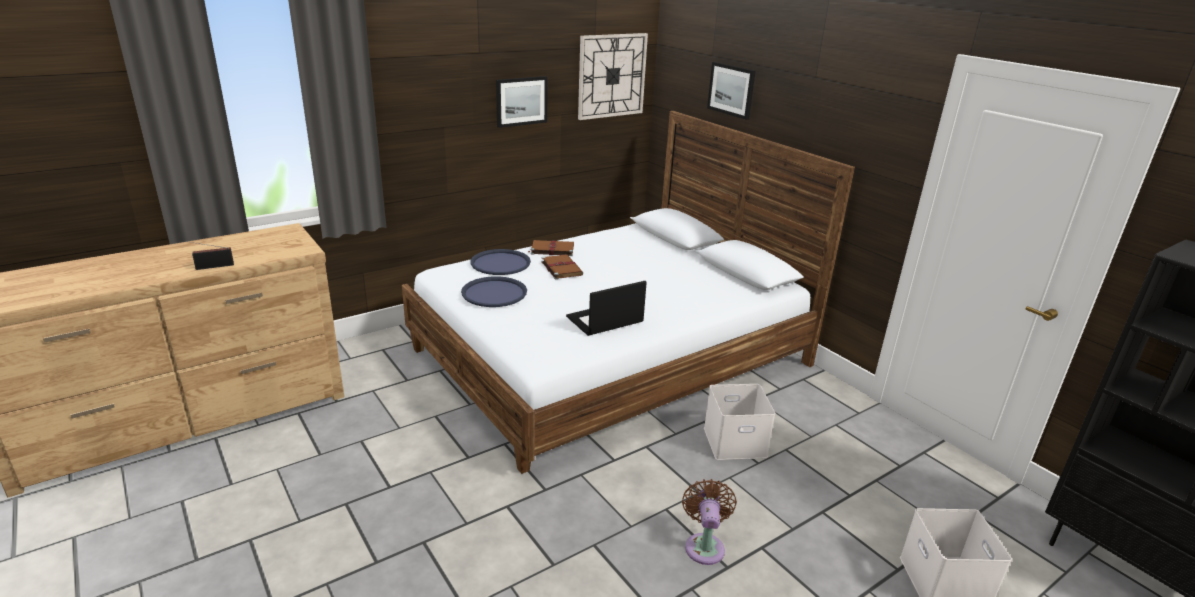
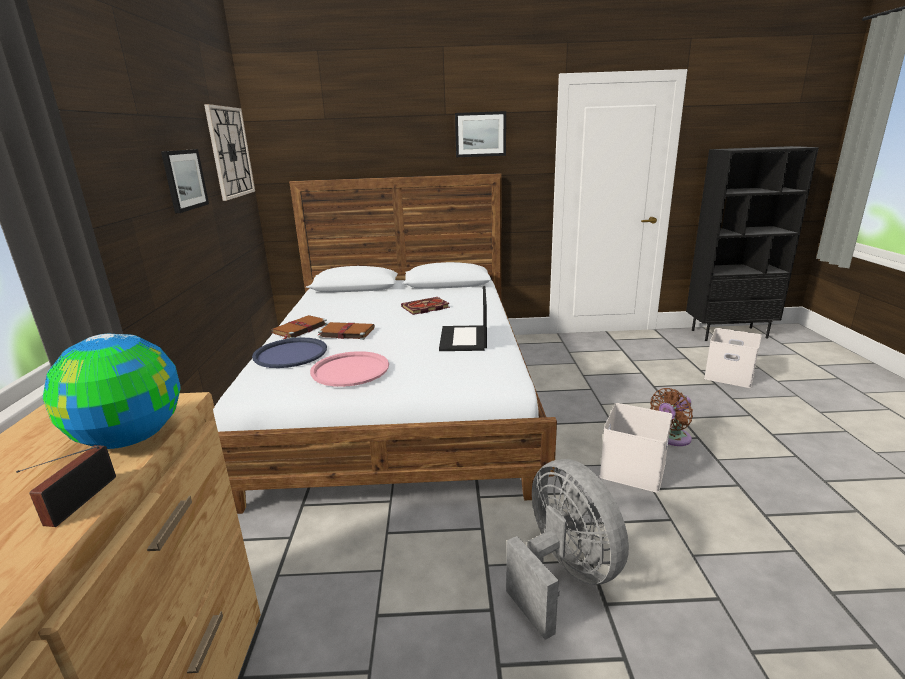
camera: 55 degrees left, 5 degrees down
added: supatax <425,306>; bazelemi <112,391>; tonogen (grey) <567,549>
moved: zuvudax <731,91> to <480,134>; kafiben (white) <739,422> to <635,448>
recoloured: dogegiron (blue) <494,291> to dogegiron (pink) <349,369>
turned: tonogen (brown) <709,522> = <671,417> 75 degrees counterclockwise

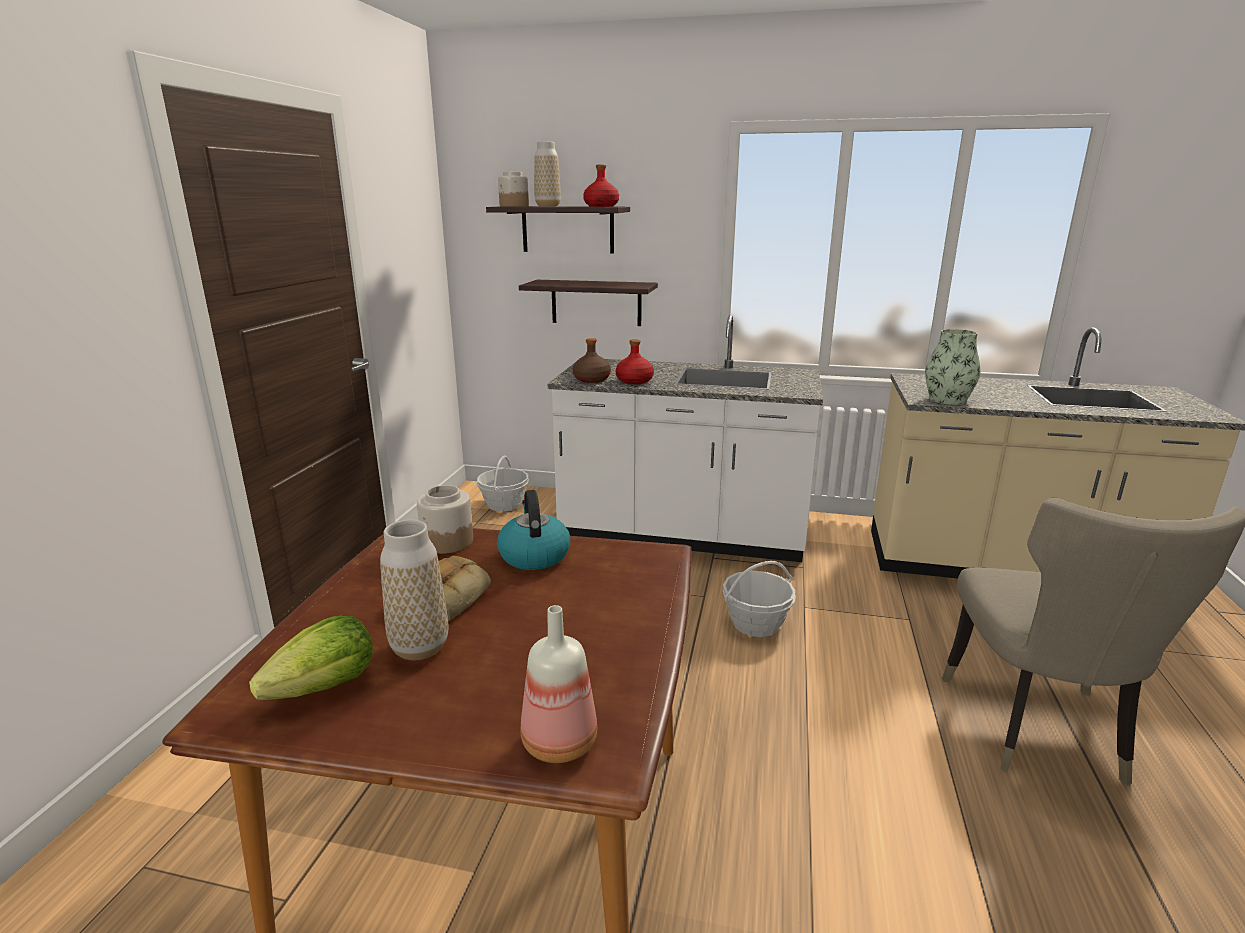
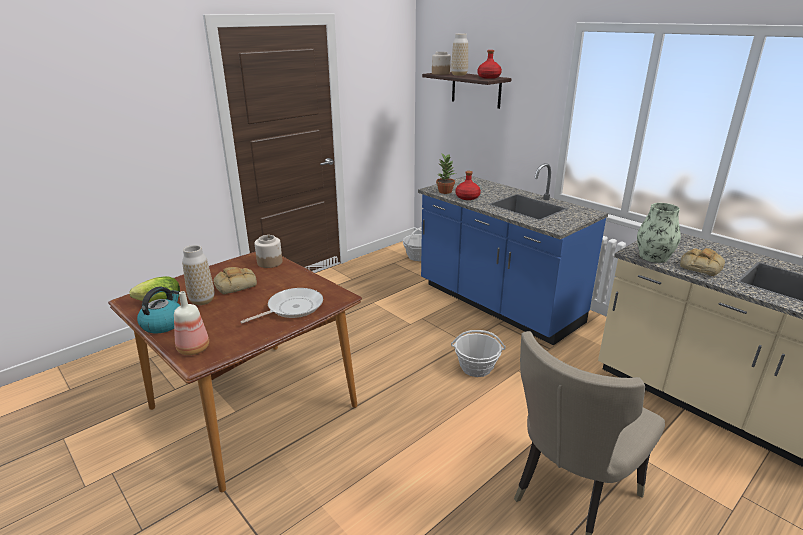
camera: 35 degrees right, 5 degrees up
removed: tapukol <588,303>
added: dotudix <702,262>; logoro <281,305>
moved: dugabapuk <533,530> to <159,310>
replaced: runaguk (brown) <592,360> to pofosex <445,173>
recoloured: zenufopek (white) <685,438> to zenufopek (blue) <513,254>

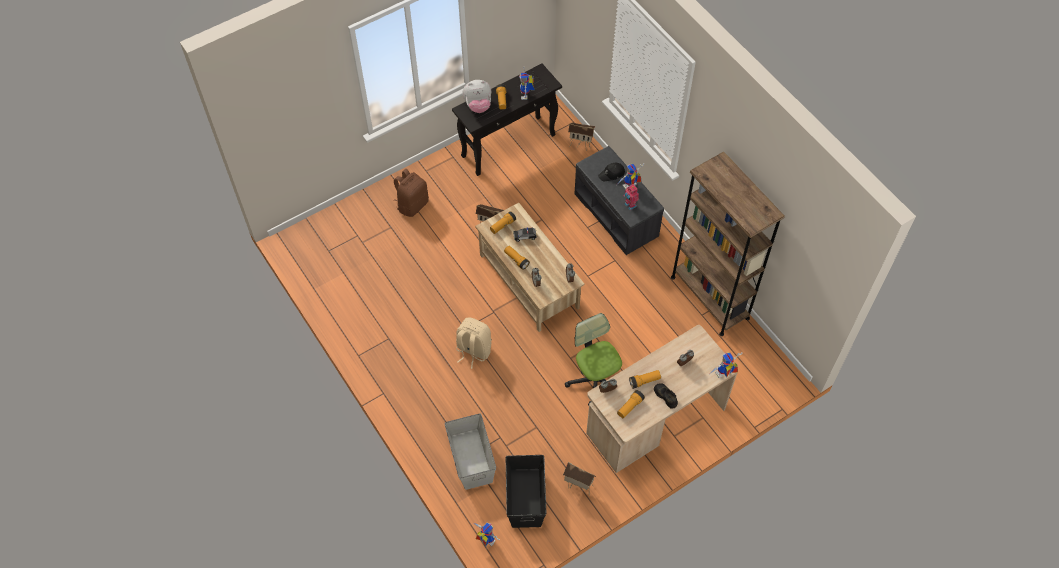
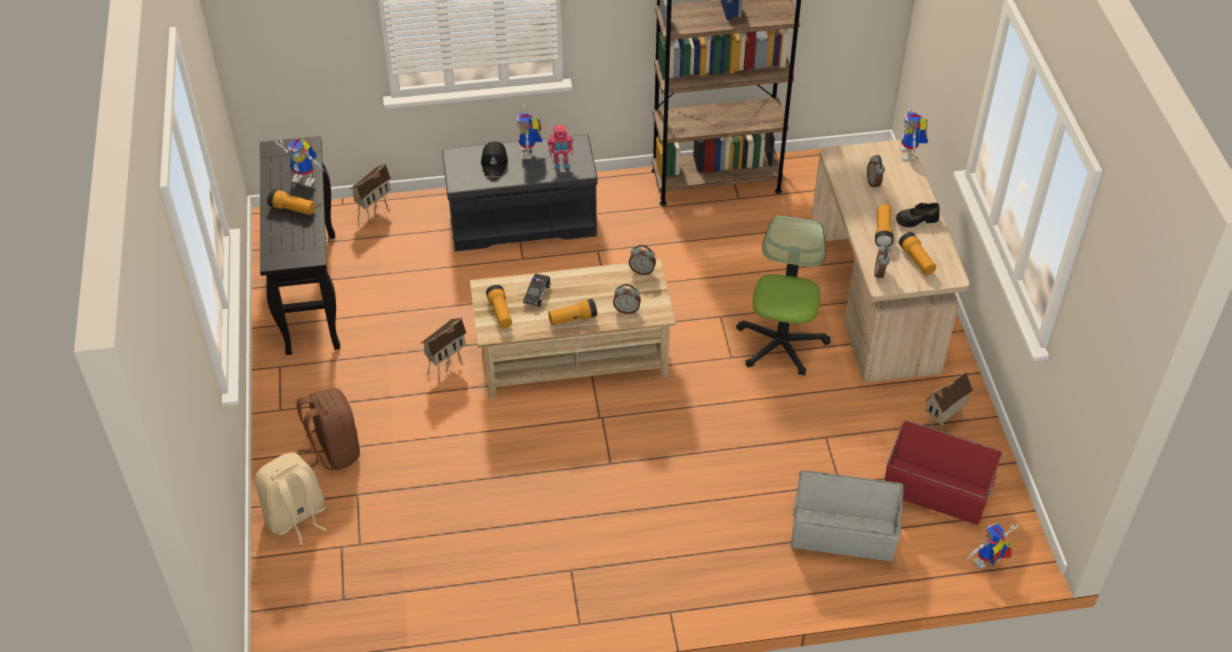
camera: 65 degrees left, 10 degrees down
removed: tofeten <477,96>
moved: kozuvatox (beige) <474,343> to <291,498>
recoloured: kafiben (black) <526,491> to kafiben (red) <943,472>
turned: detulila <593,359> = <783,295> 105 degrees clockwise

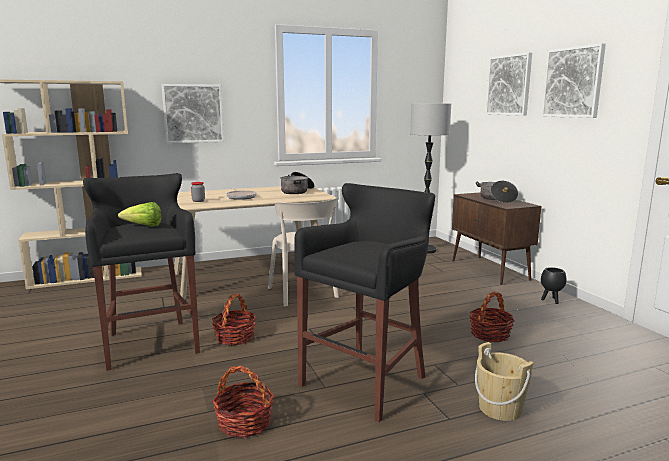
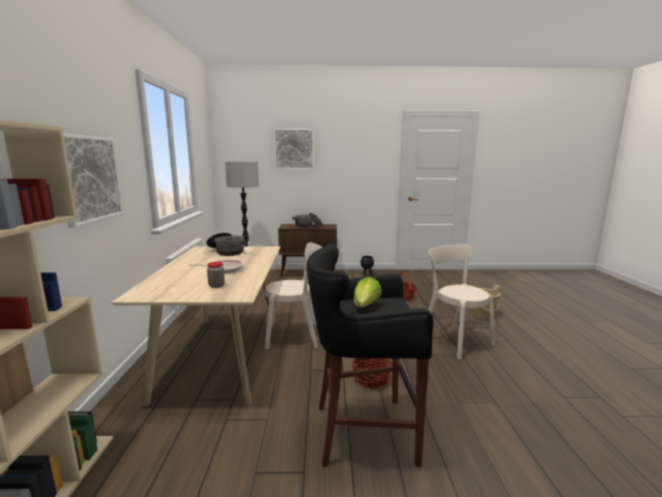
camera: 70 degrees left, 0 degrees up
removed: zuvudax <573,80>; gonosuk <243,401>
replaced: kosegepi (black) <364,302> to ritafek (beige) <461,302>

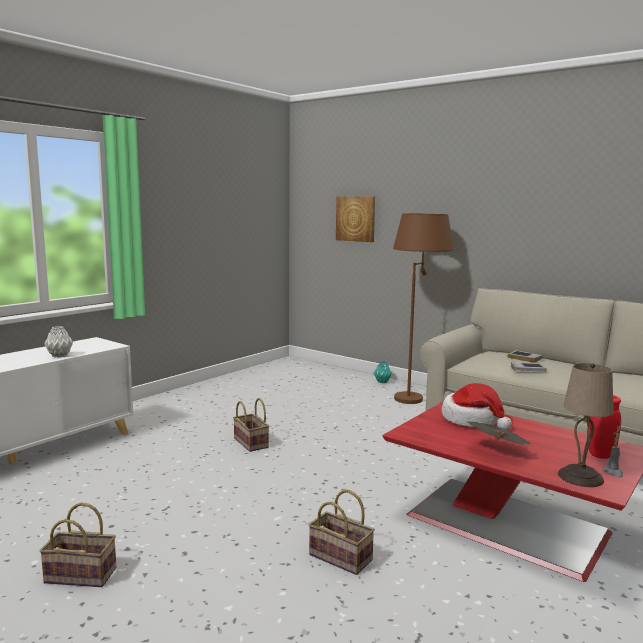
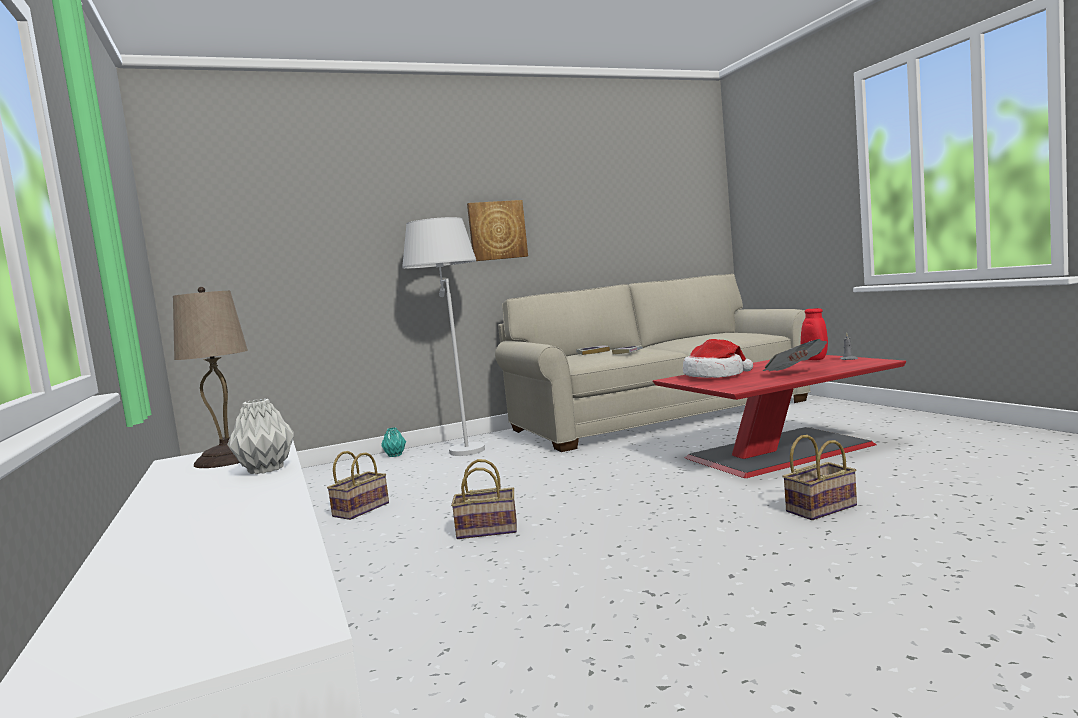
camera: 60 degrees left, 5 degrees down
moved: zuvudax <355,219> to <497,230>; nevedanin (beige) <586,425> to <210,377>; gonosuk <78,544> to <358,485>
recoloured: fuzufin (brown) <423,308> to fuzufin (white) <443,336>

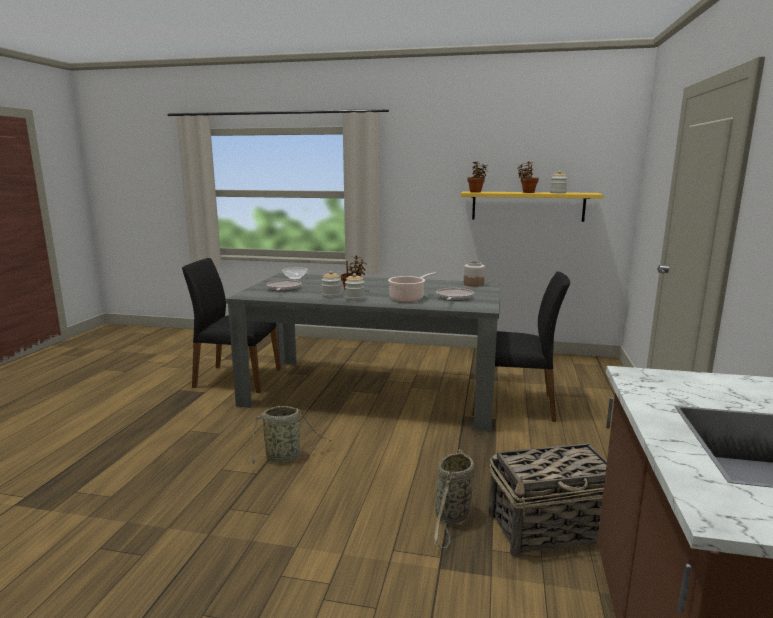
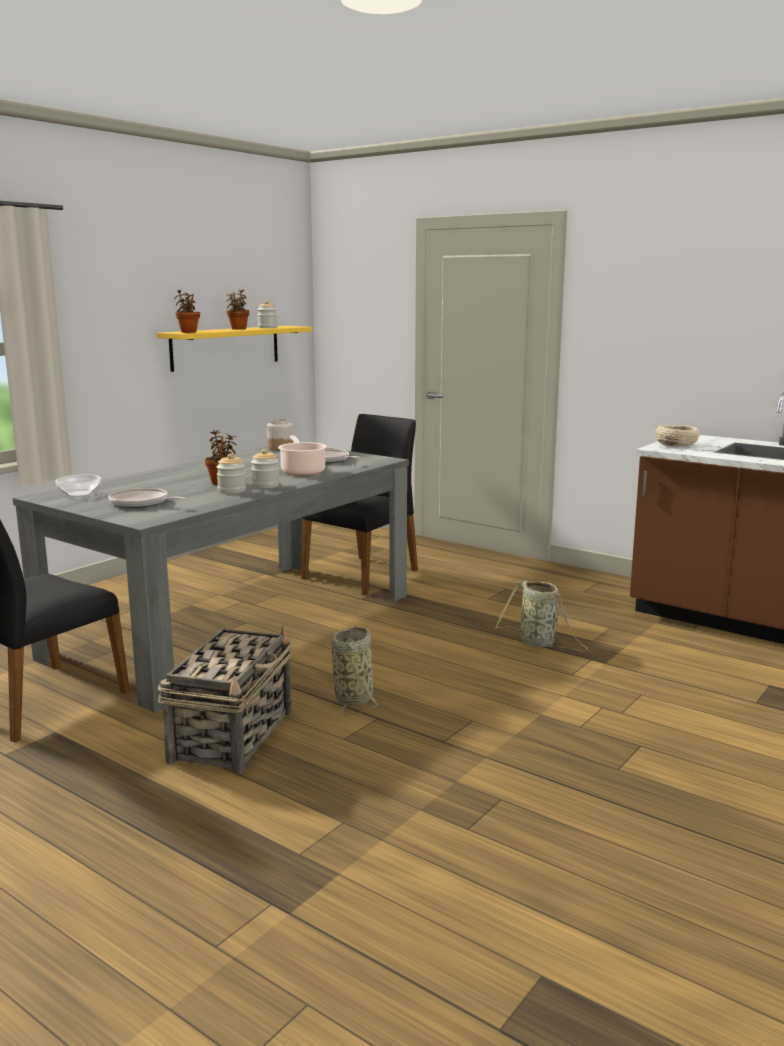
camera: 65 degrees left, 0 degrees up
added: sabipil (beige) <677,435>
moved: gonosuk <548,500> to <225,700>

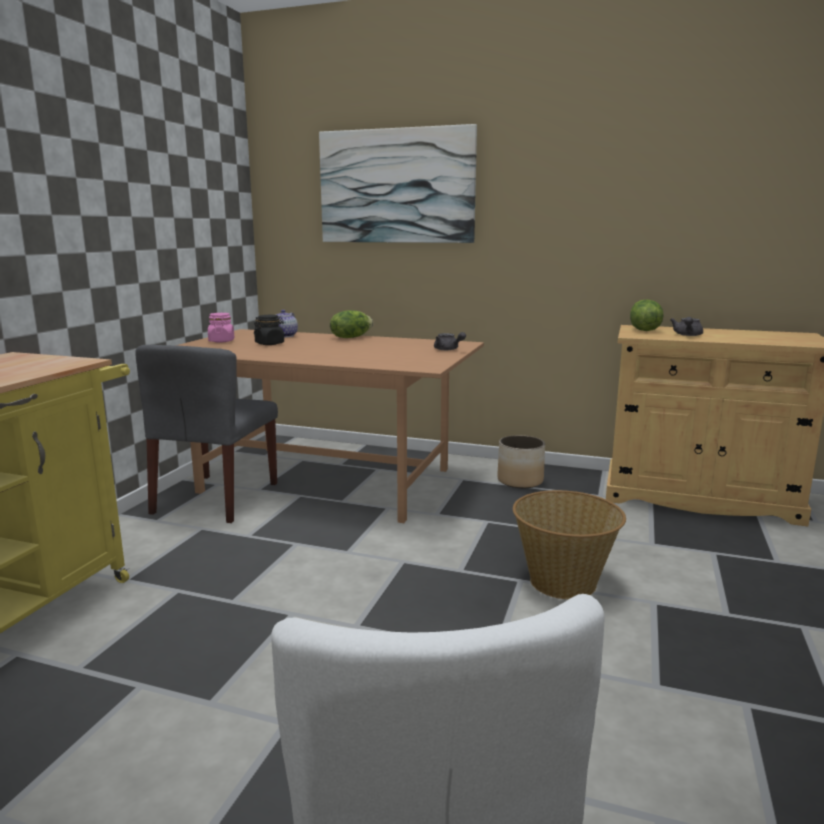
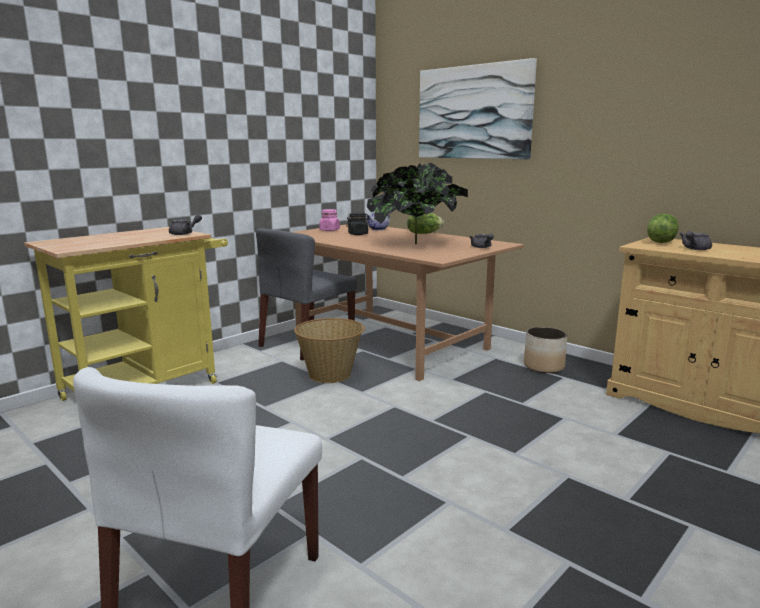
camera: 25 degrees right, 0 degrees up
added: pofosex <417,203>; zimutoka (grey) <185,224>
moved: gonosuk <569,544> to <329,350>

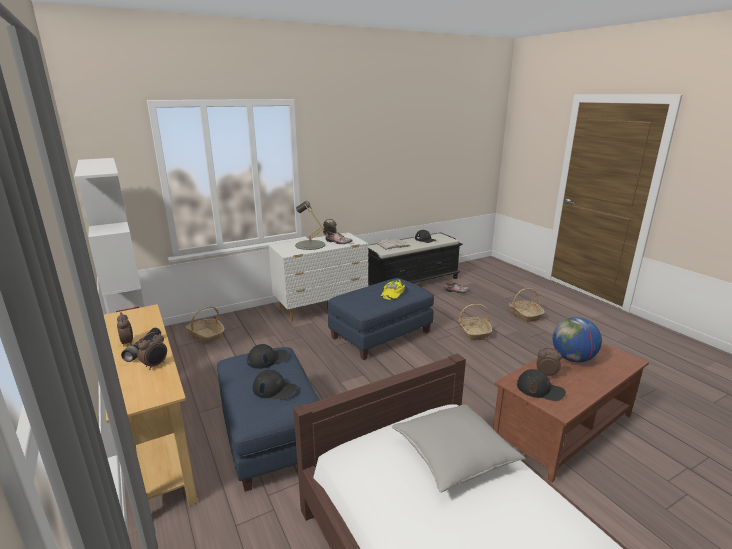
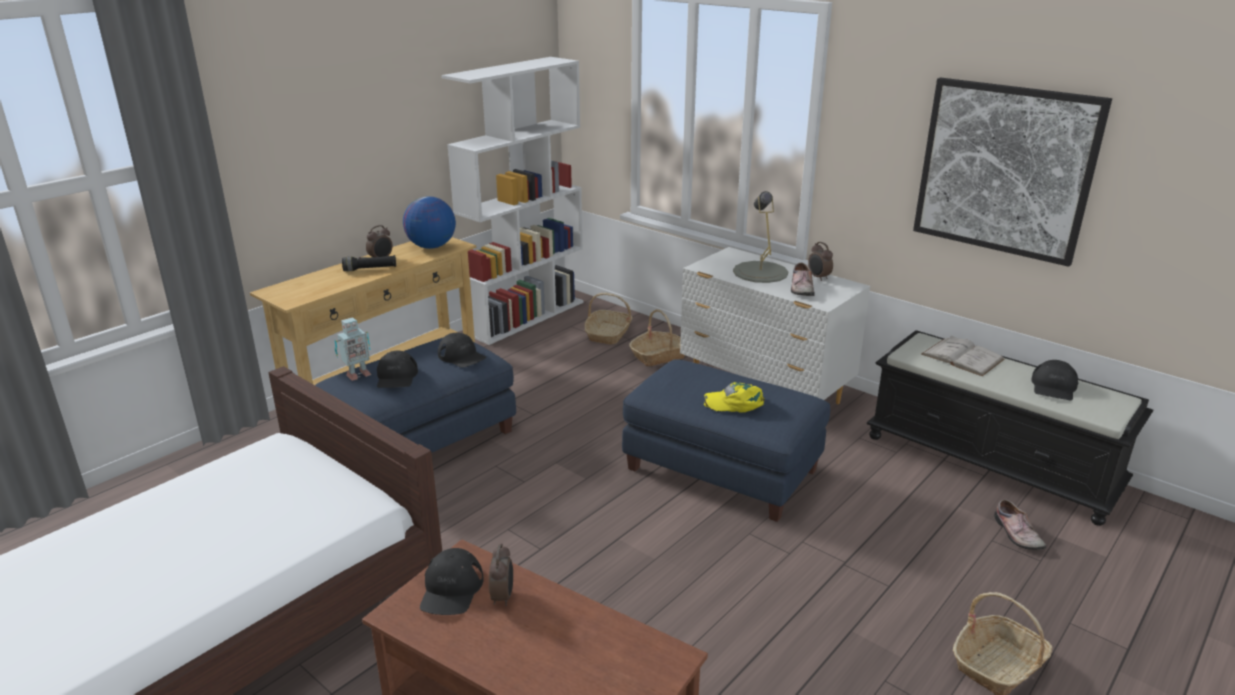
camera: 70 degrees right, 5 degrees up
removed: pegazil <152,351>; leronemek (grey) <459,449>
added: zuvudax <1012,172>; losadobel <353,349>
moved: gonosuk <475,322> to <657,337>; bazelemi <577,339> to <429,222>

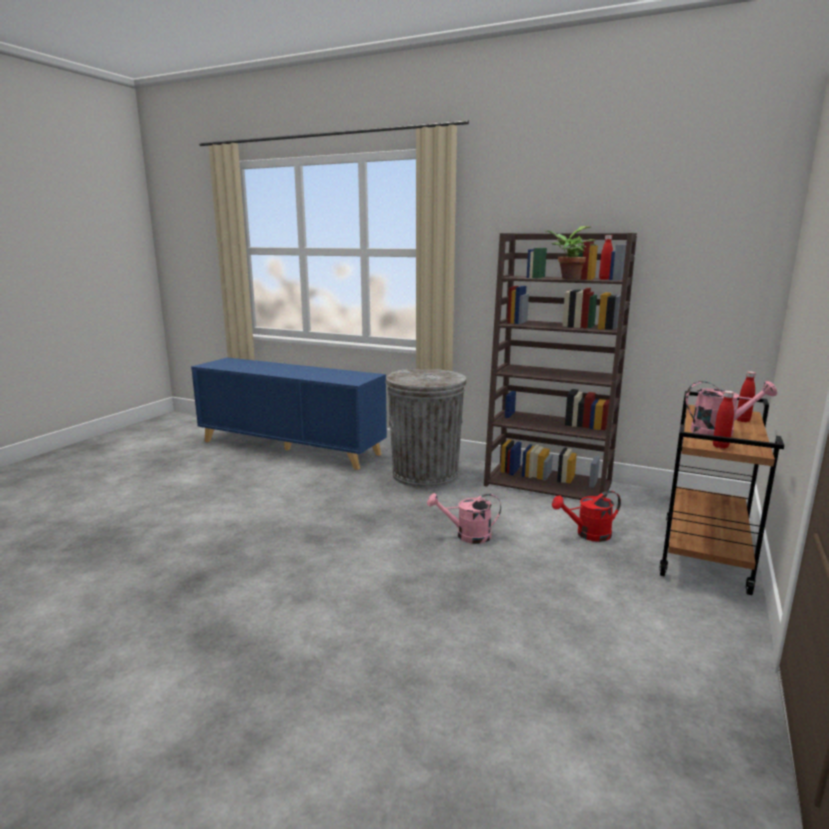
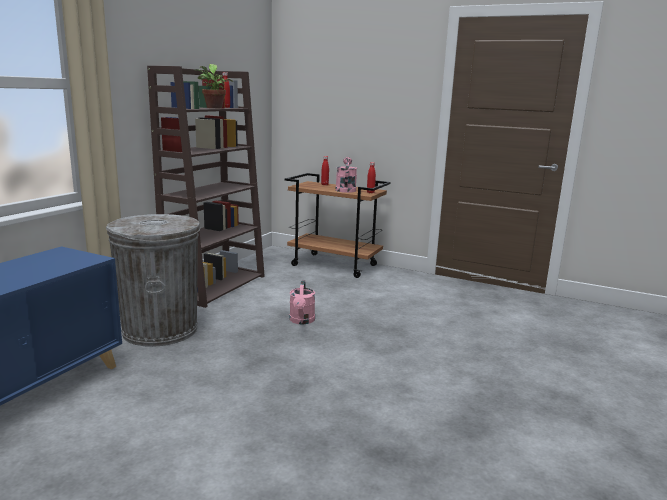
camera: 90 degrees left, 0 degrees up
removed: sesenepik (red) <586,516>

